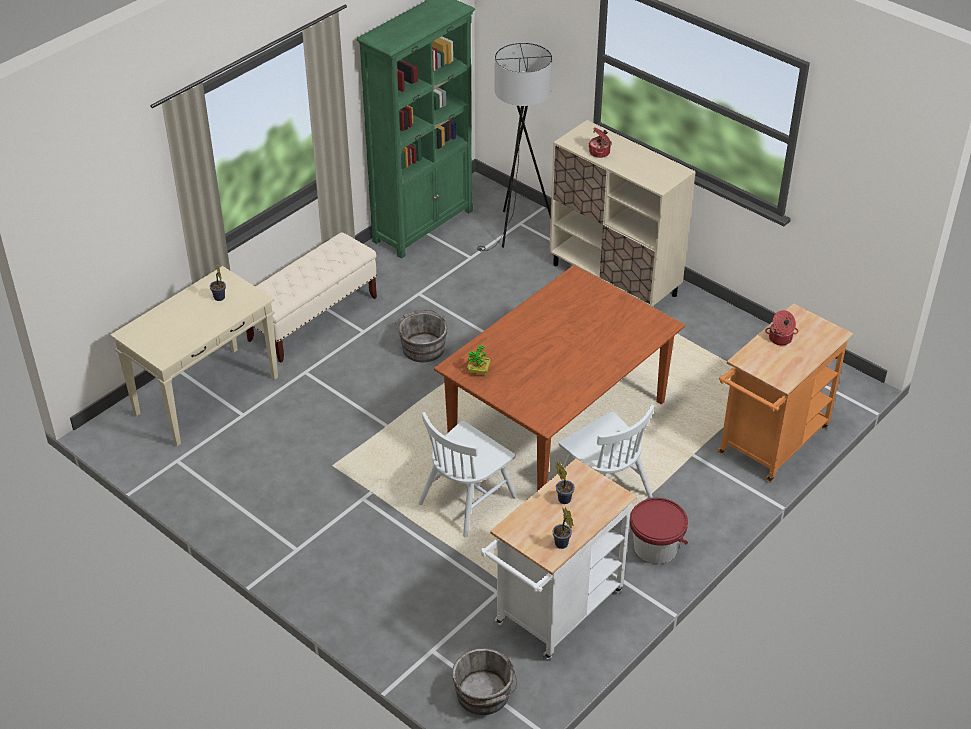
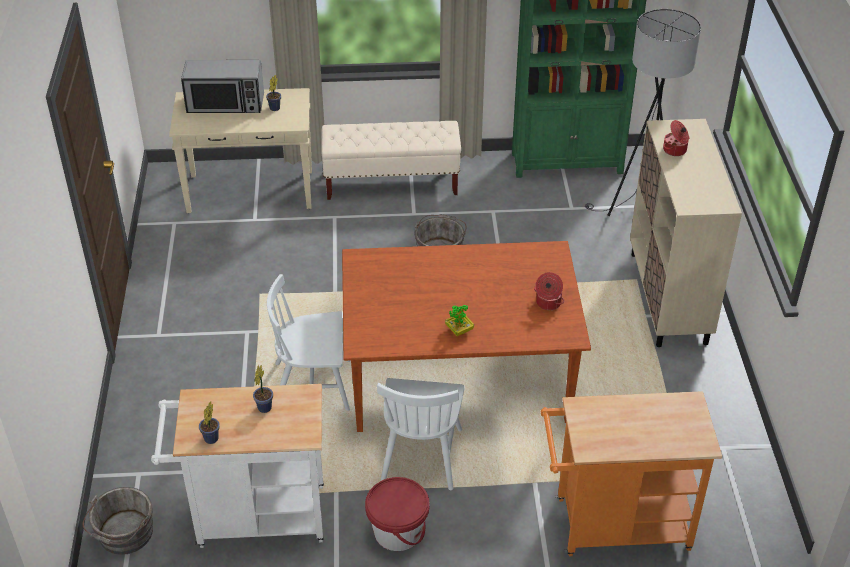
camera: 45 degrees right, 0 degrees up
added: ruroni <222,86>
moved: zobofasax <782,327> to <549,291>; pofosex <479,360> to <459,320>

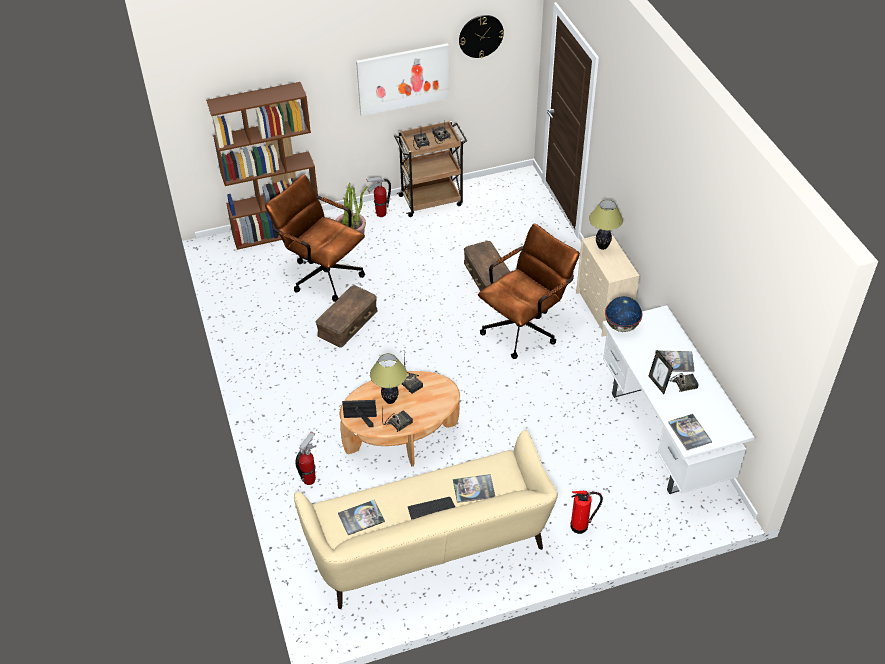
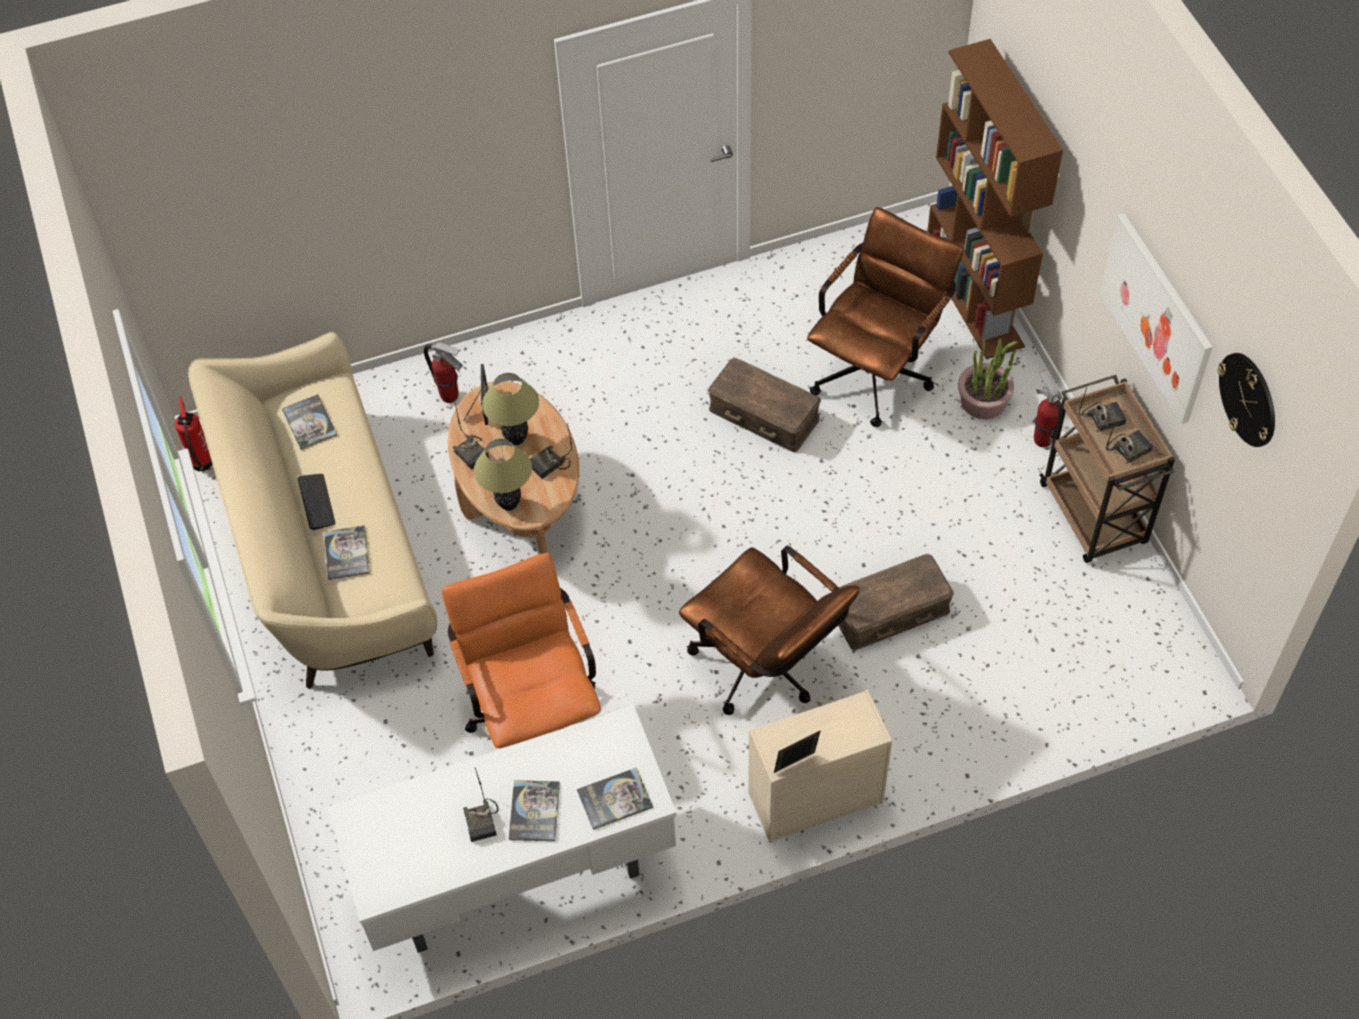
camera: 90 degrees right, 10 degrees up
removed: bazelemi <623,314>
added: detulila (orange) <521,650>
moved: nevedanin <606,225> to <503,475>; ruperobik <661,372> to <797,751>; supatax <690,432> to <615,799>; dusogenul <586,512> to <194,433>

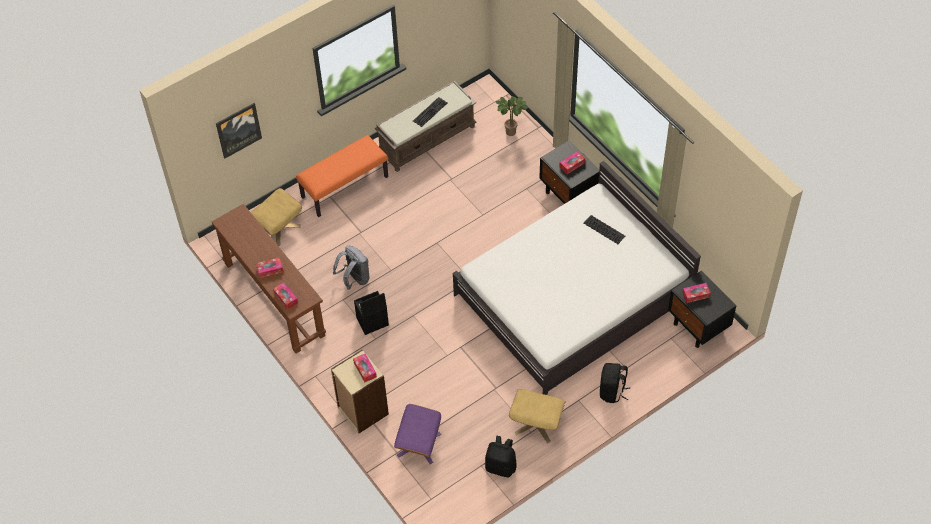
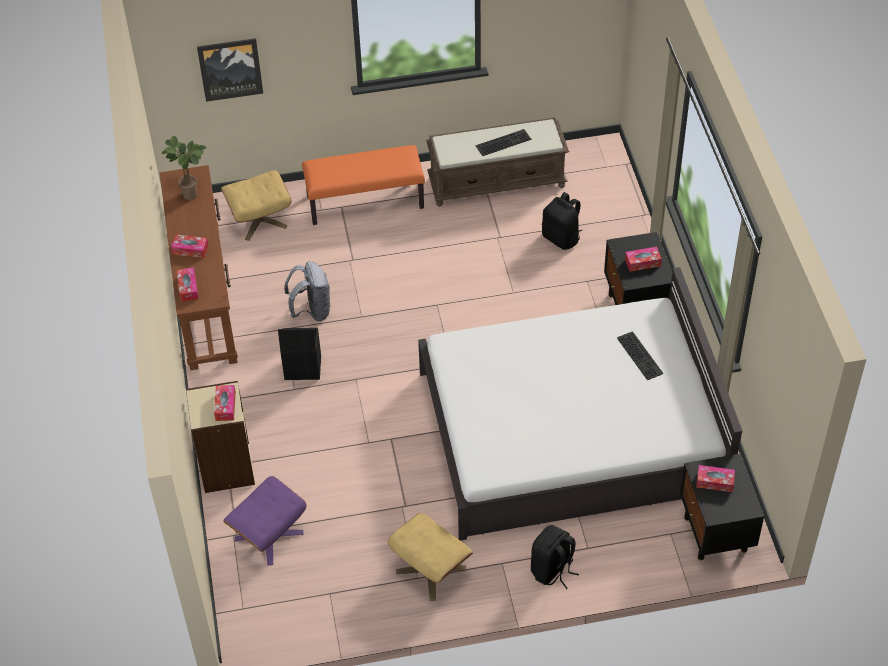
camera: 25 degrees right, 5 degrees down
moved: pofosex <511,116> to <184,168>; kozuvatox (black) <500,456> to <562,221>

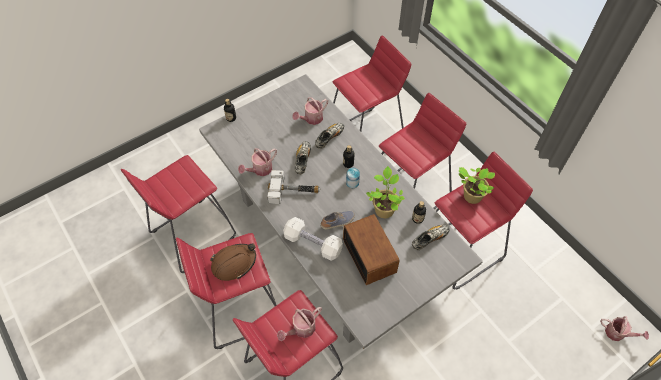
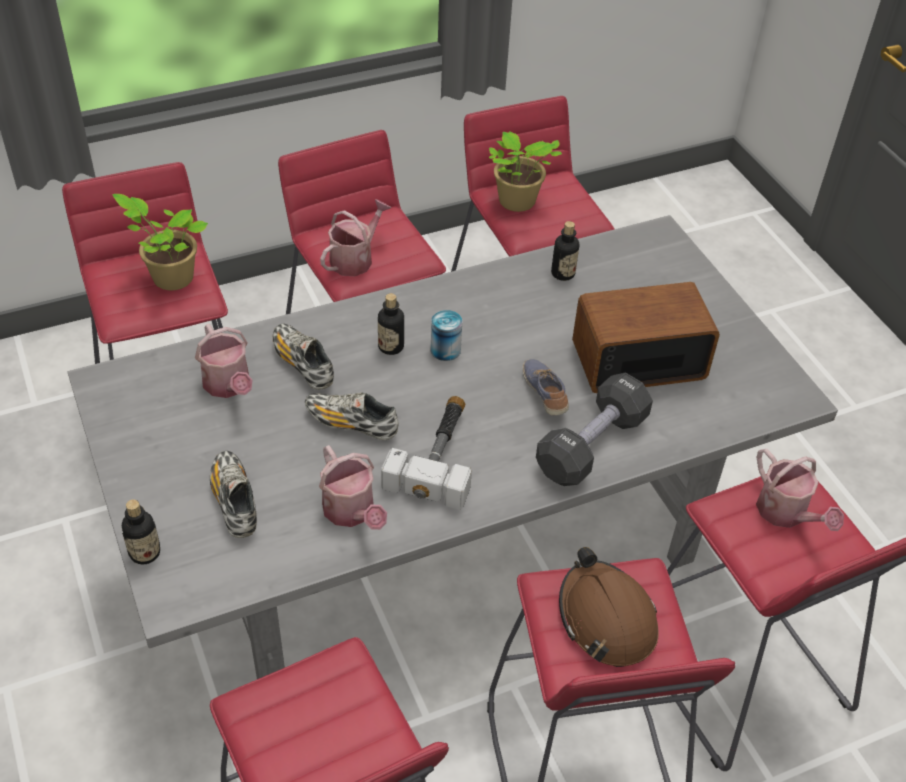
camera: 80 degrees left, 10 degrees down
moved: pofosex <385,192> to <160,242>; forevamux <431,237> to <233,494>; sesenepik <624,328> to <355,237>
recoloured: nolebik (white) <313,239> to nolebik (black) <594,429>

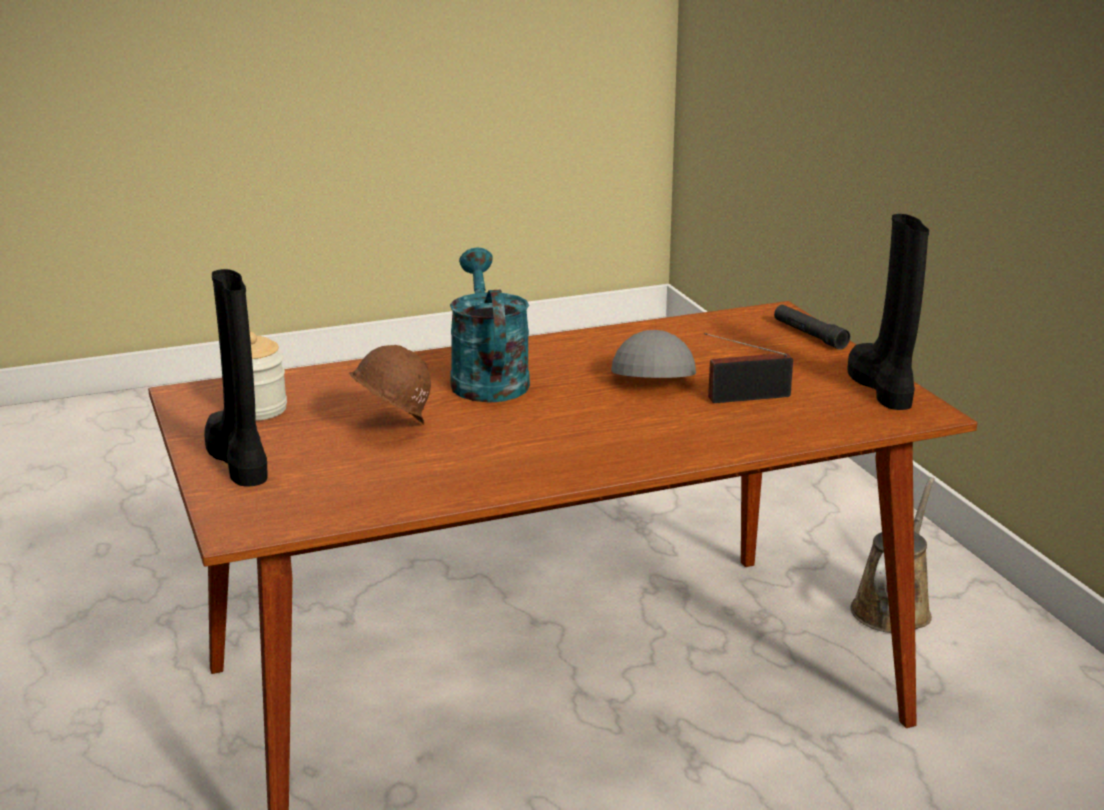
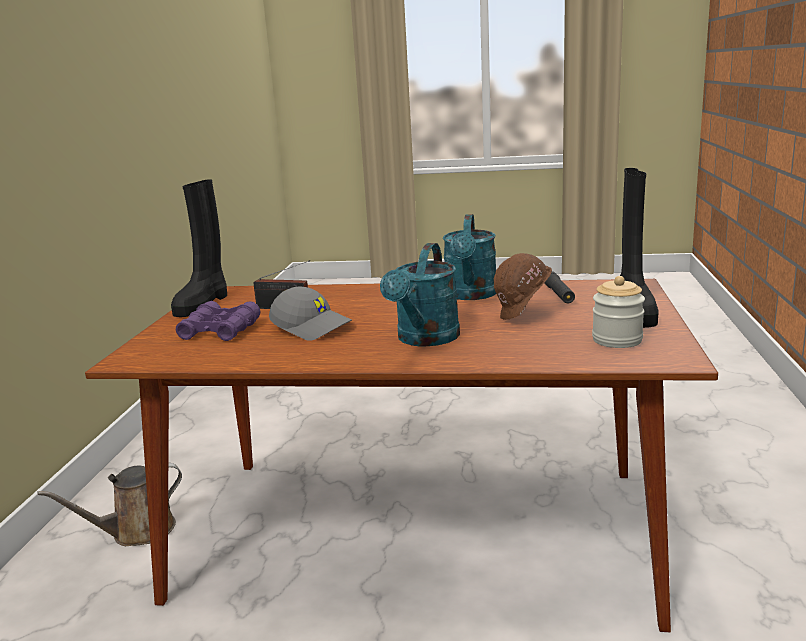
camera: 150 degrees left, 5 degrees down
added: sesenepik (turquoise) <469,257>; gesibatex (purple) <218,321>
moved: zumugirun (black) <812,327> to <560,287>
turned: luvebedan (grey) <653,354> = <310,314> 90 degrees counterclockwise

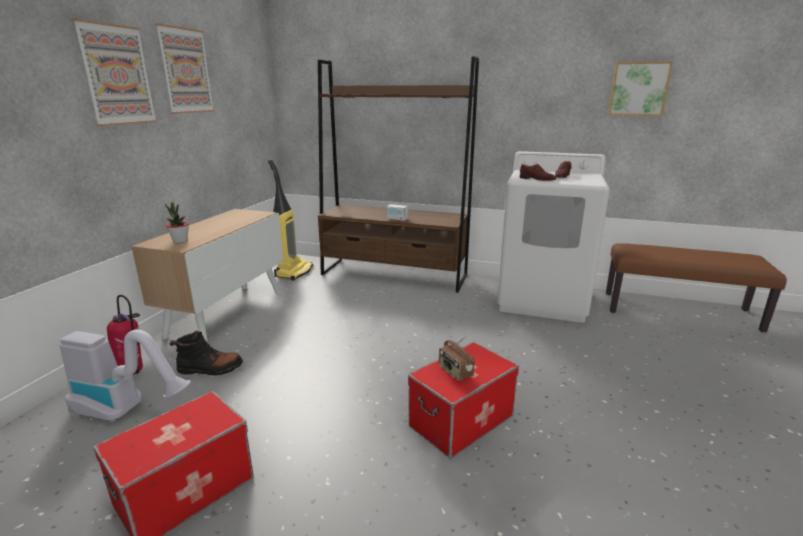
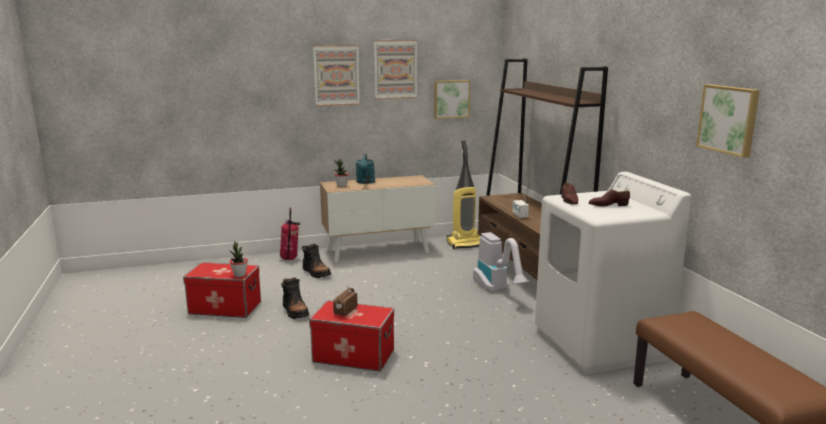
camera: 55 degrees right, 5 degrees down
added: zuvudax <452,99>; sesenepik (turquoise) <365,169>; pofosex <239,259>; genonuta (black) <295,298>
moved: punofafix <125,376> to <501,261>

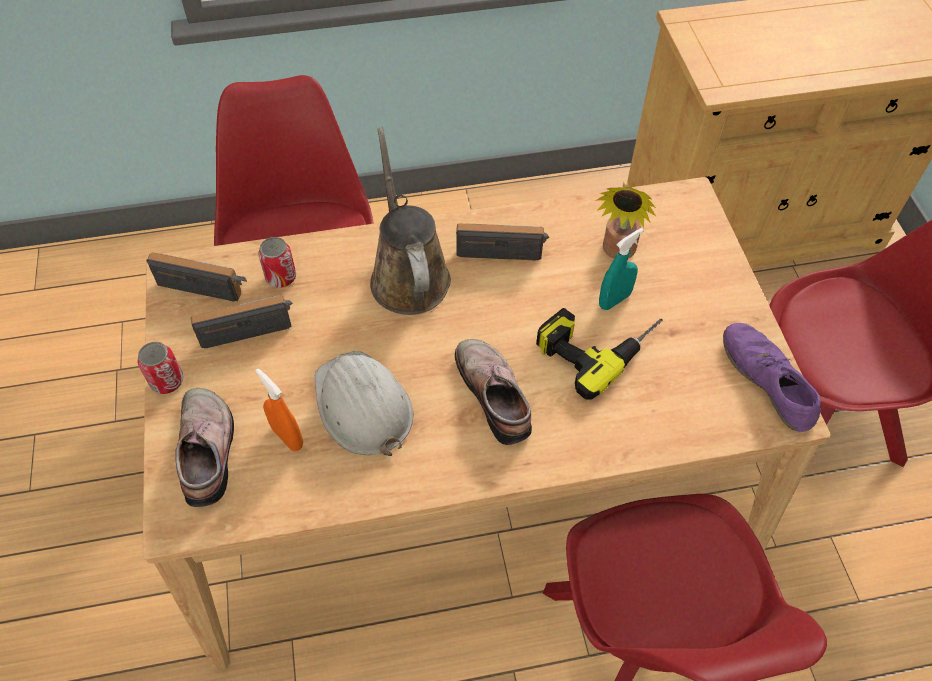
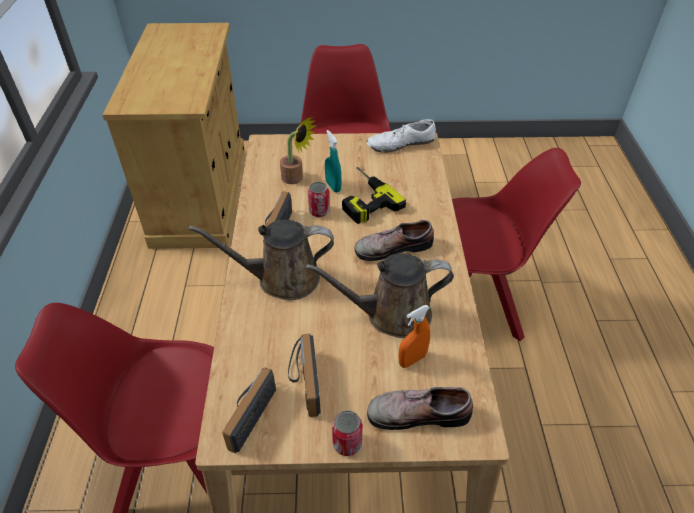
camera: 80 degrees left, 10 degrees down
moved: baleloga <277,262> to <319,199>
replaced: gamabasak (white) <364,403> to sesenepik (brown) <379,296>
recoloured: forevamux (purple) <772,377> to forevamux (white) <401,136>

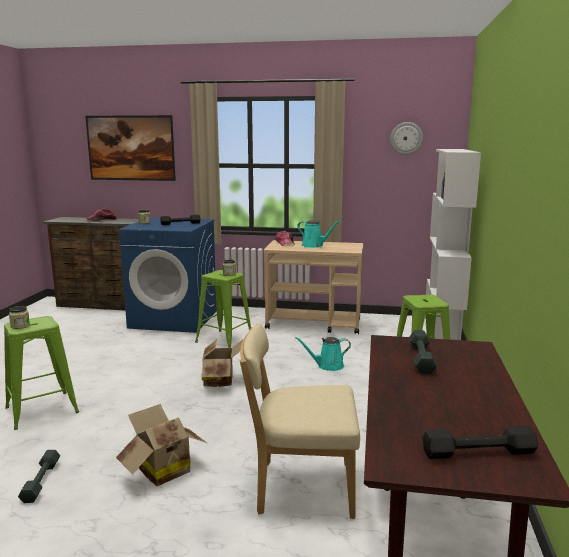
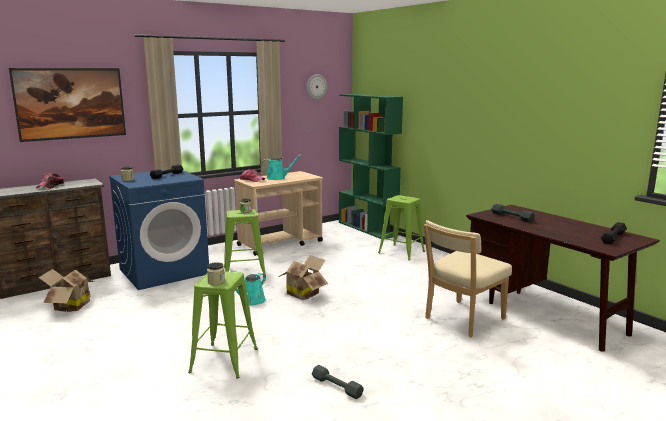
camera: 45 degrees left, 0 degrees up
moved: sesenepik (turquoise) <323,354> to <250,289>; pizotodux <161,445> to <66,290>
recoloured: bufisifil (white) <452,244> to bufisifil (green) <371,166>

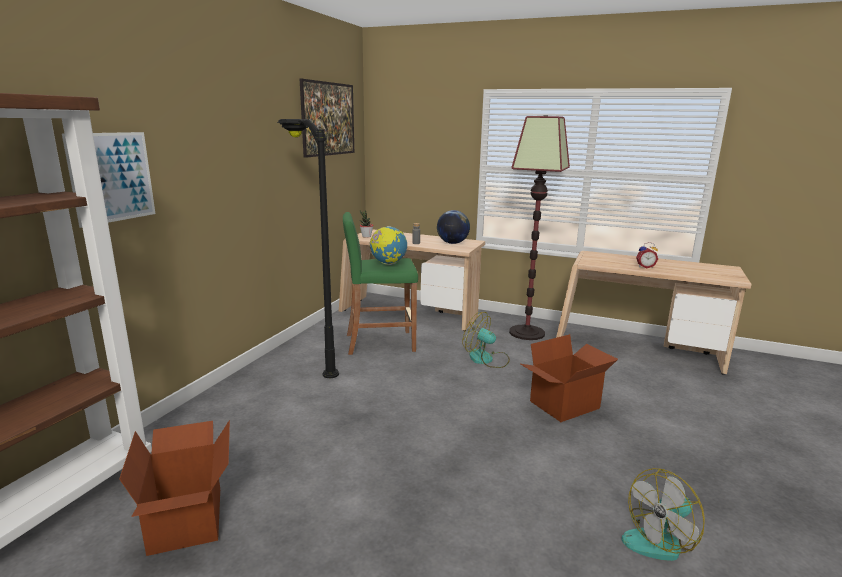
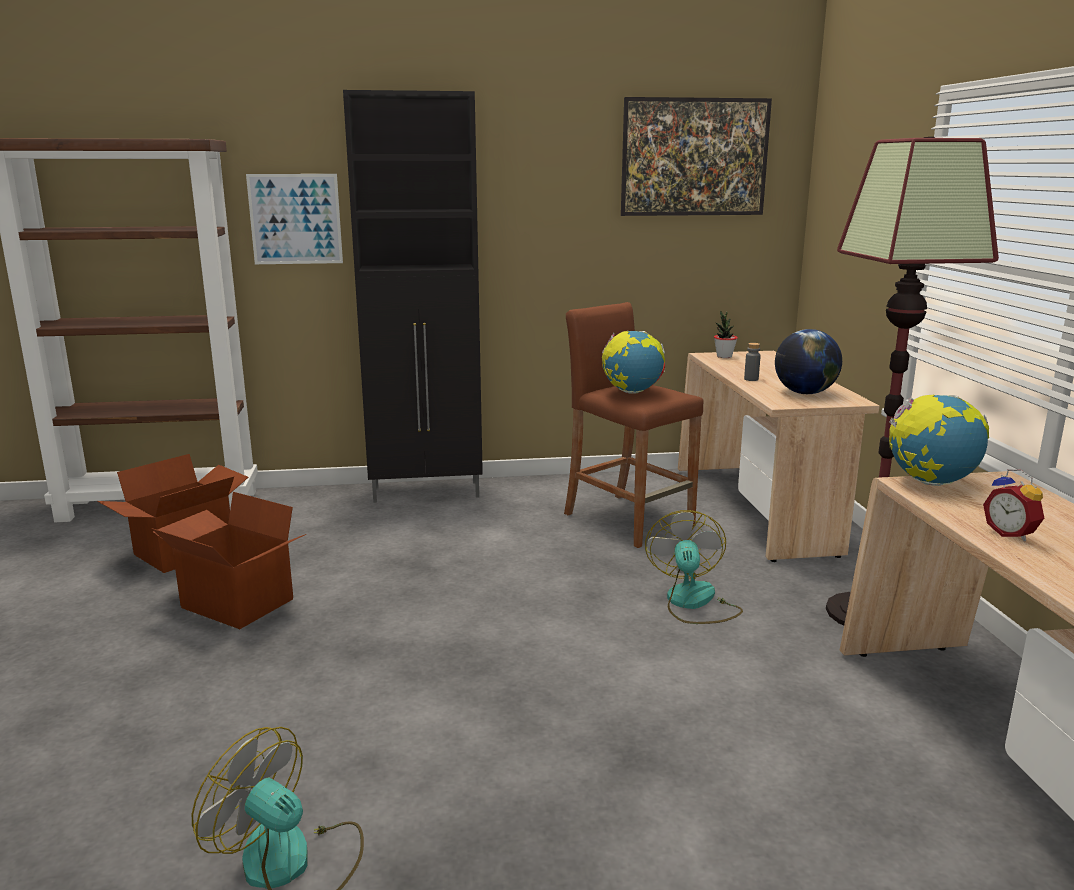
camera: 60 degrees right, 0 degrees up
removed: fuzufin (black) <308,248>
added: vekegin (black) <413,296>; bazelemi <939,440>
moved: pizotodux <569,378> to <229,560>
recoloured: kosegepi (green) <380,283> to kosegepi (brown) <634,425>

